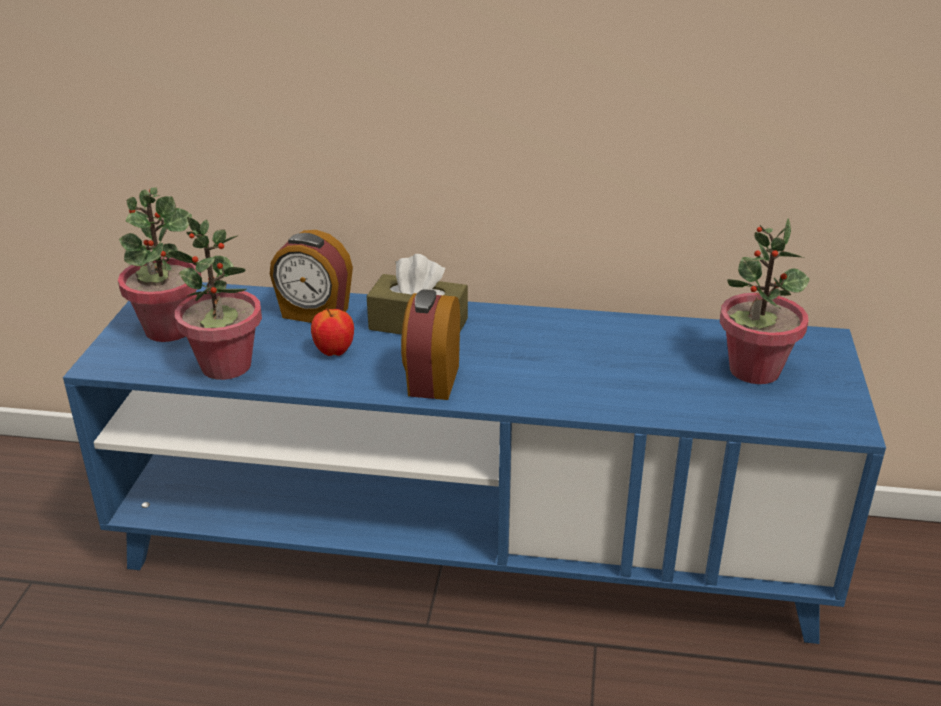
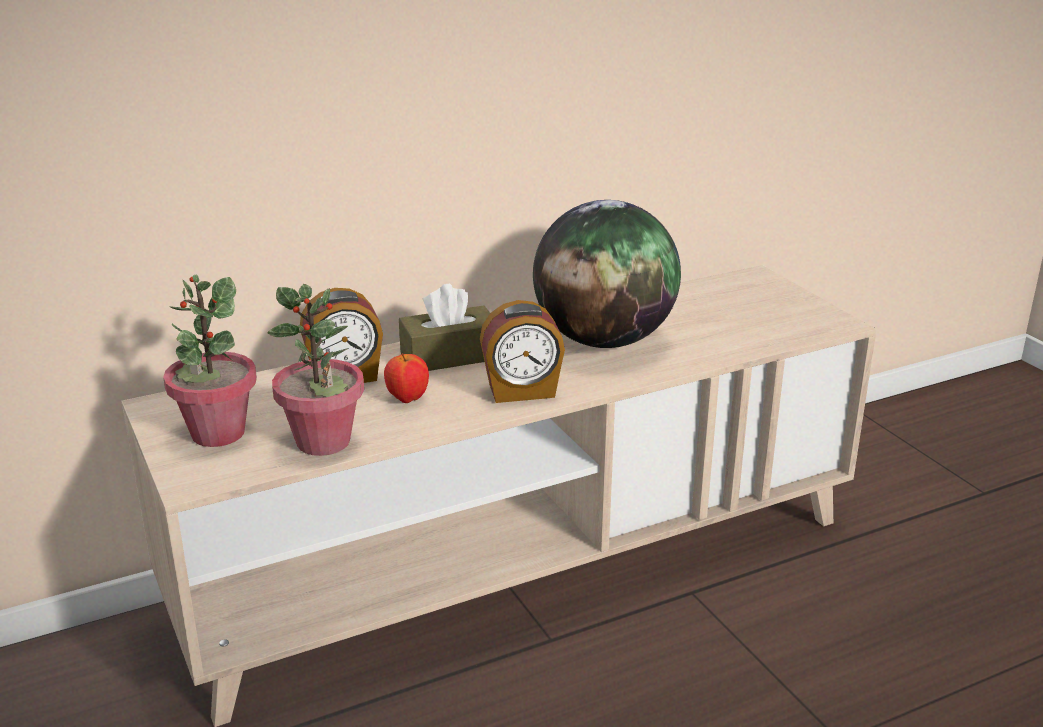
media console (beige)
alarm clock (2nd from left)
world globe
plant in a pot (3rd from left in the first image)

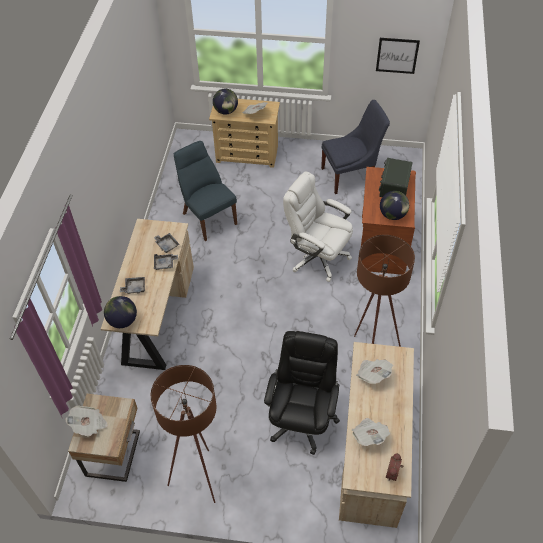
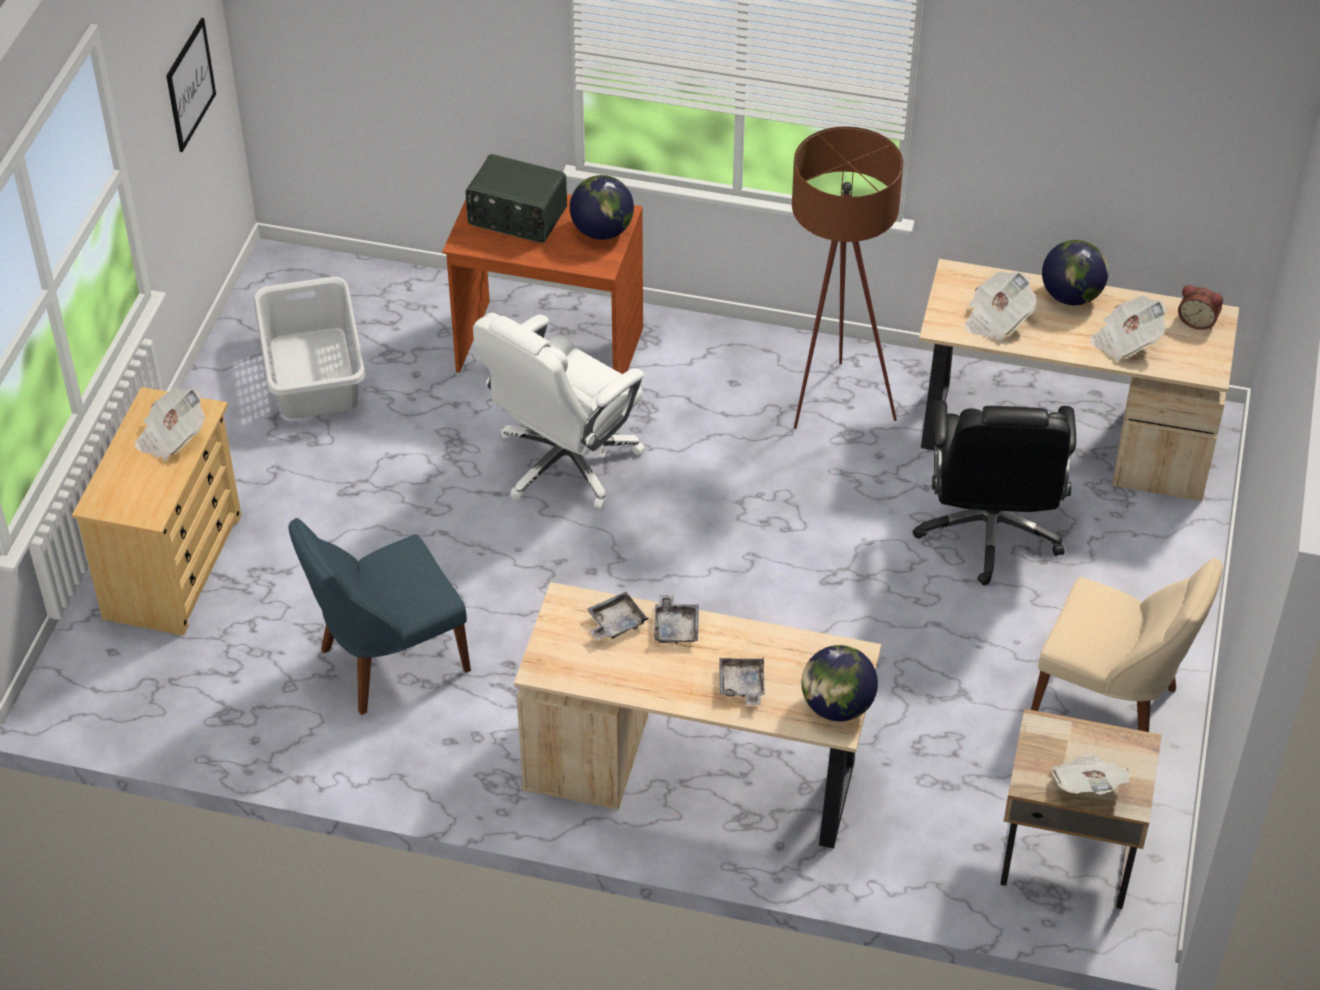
laundry basket (greyish)
office chair (blackish)
upright chair (beige)
world globe (3rd from left)

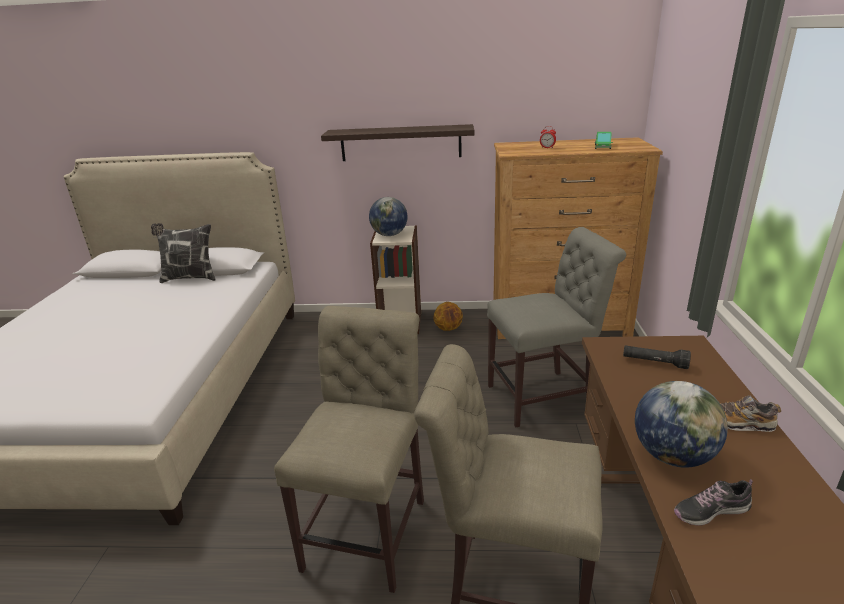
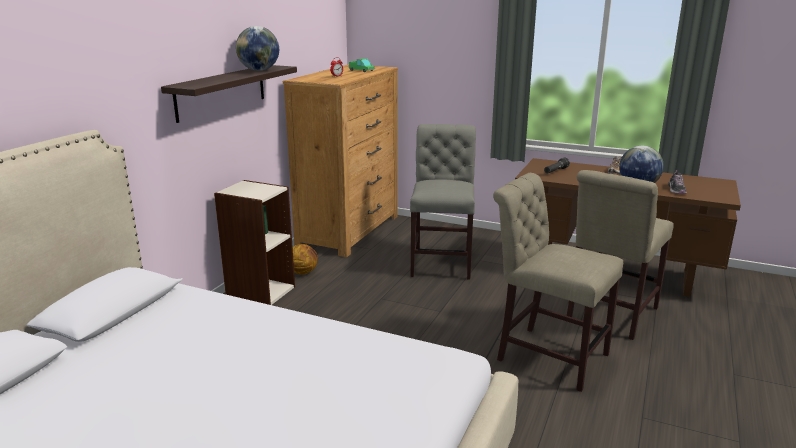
world globe (1st from left)
pillow

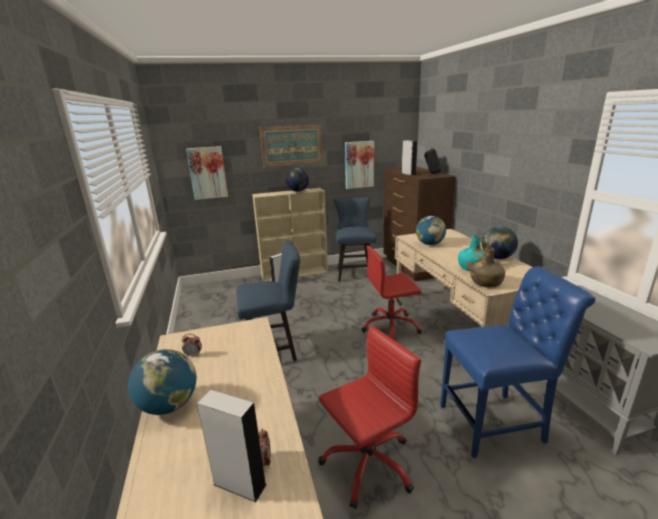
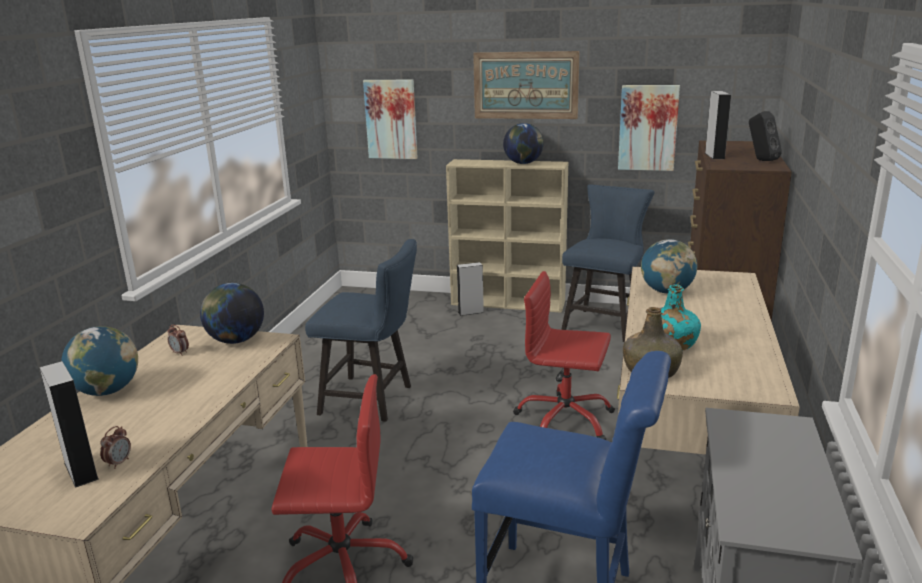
world globe (2nd from left)

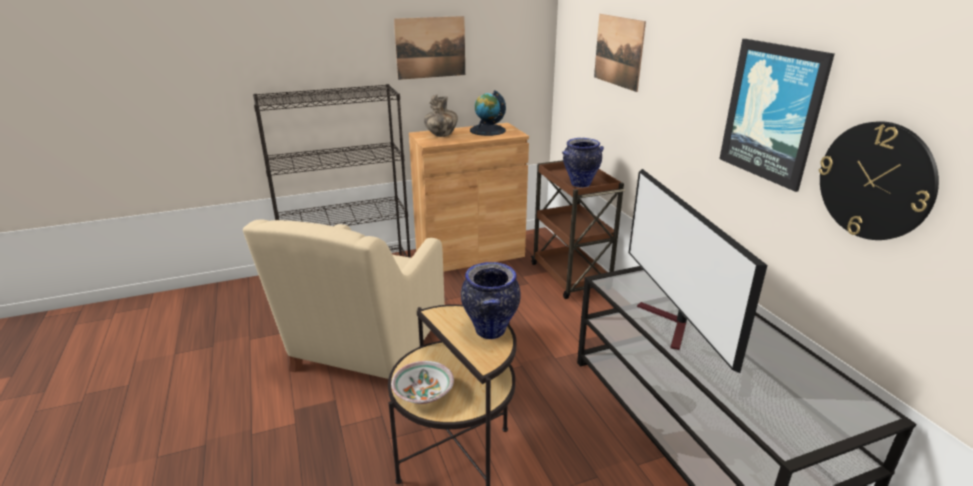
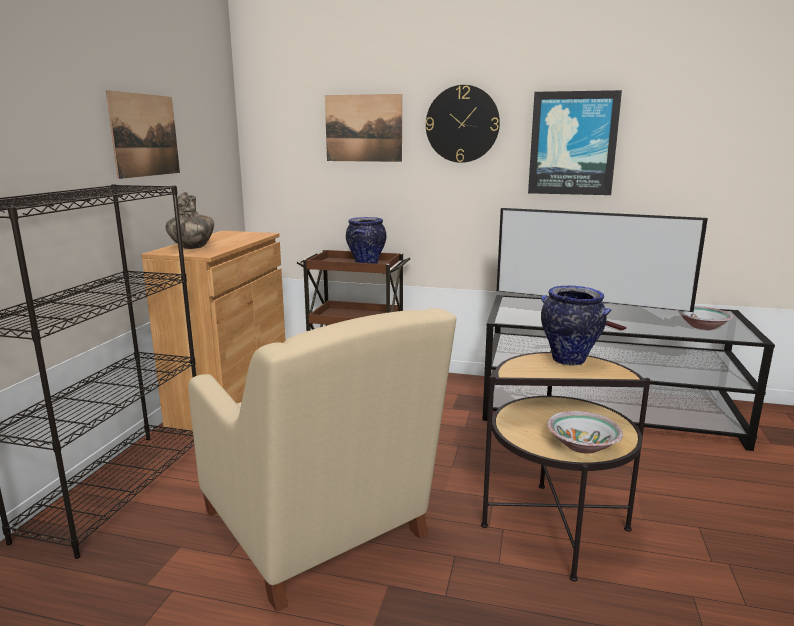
clock on the wall
serving bowl (2nd from left)
world globe

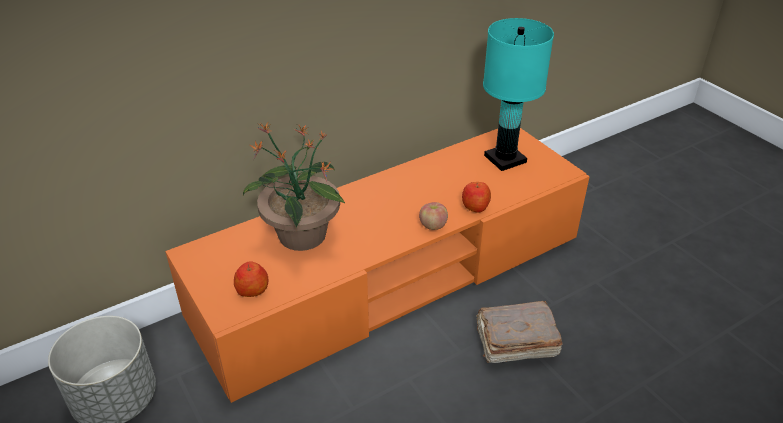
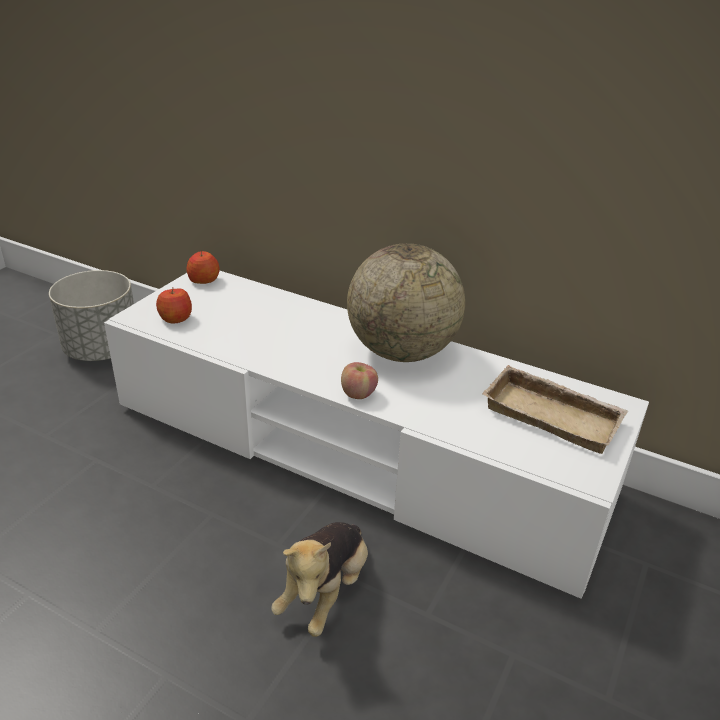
media console (whitish)
whole apple (2nd from left)
plush toy
world globe
carrying tray (beige)
plant in a pot

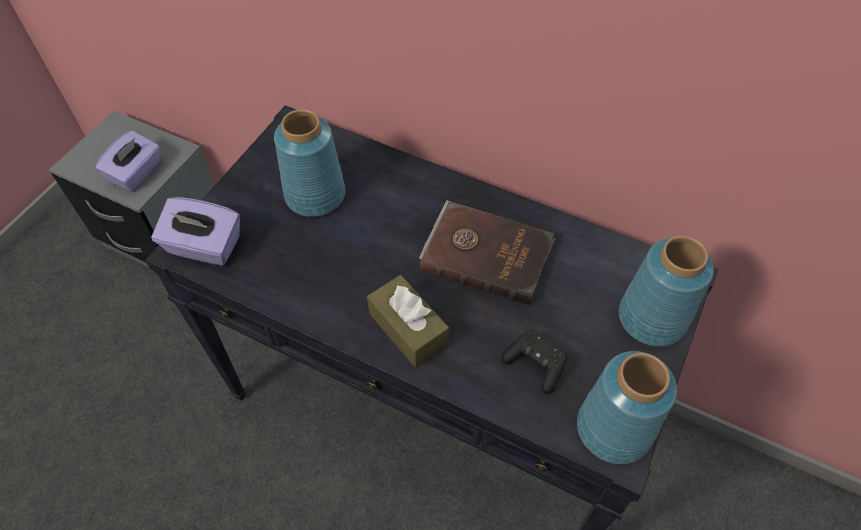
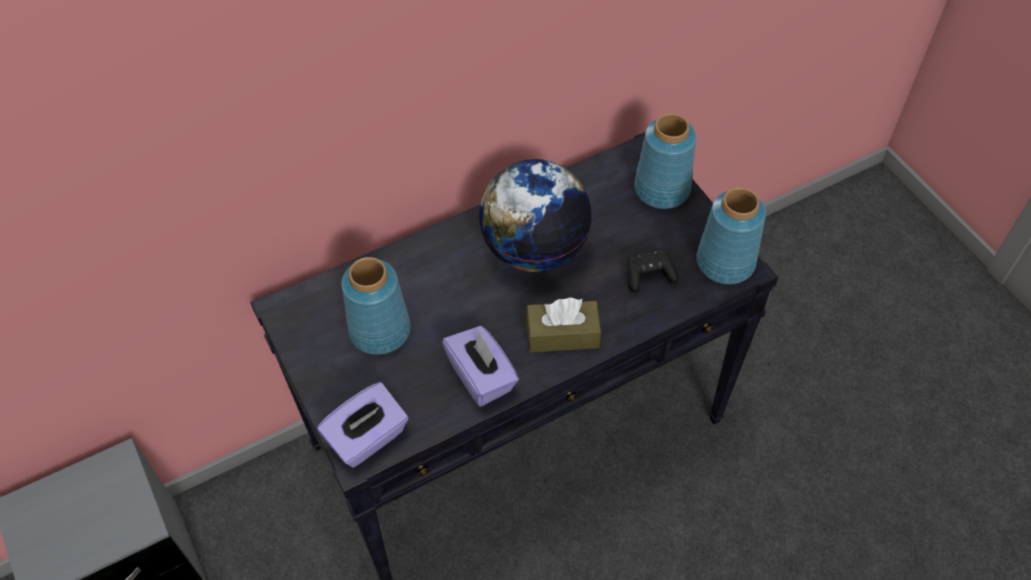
box of tissues (purplish) (2nd from left)
world globe

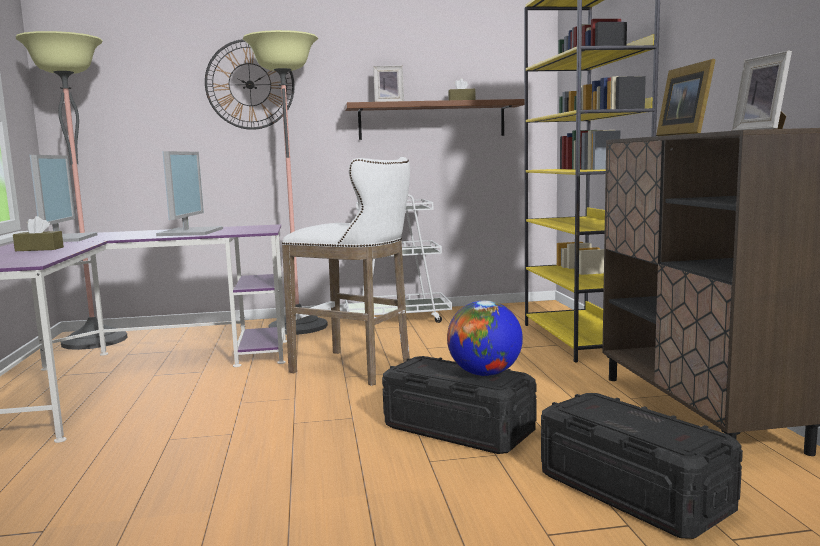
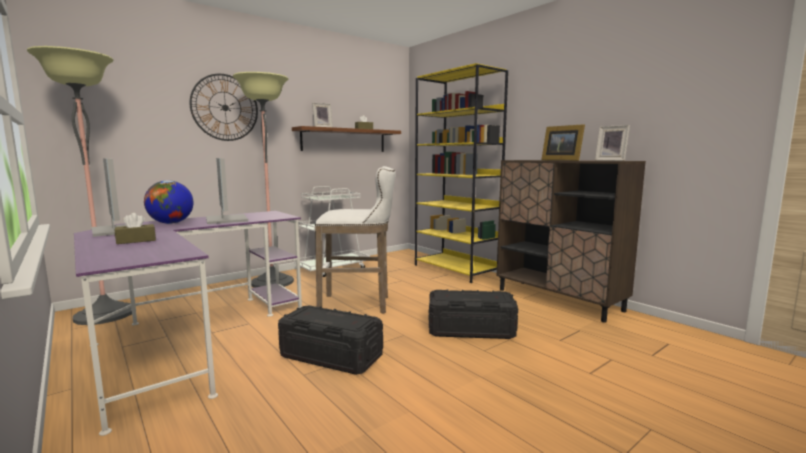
world globe
storage box (blackish) (1st from left)

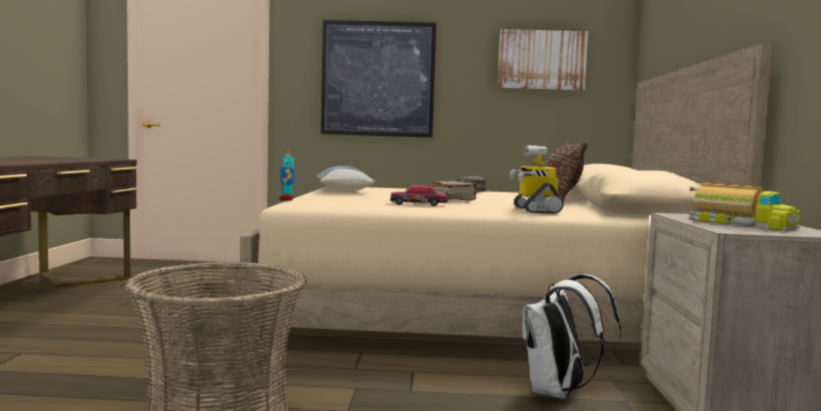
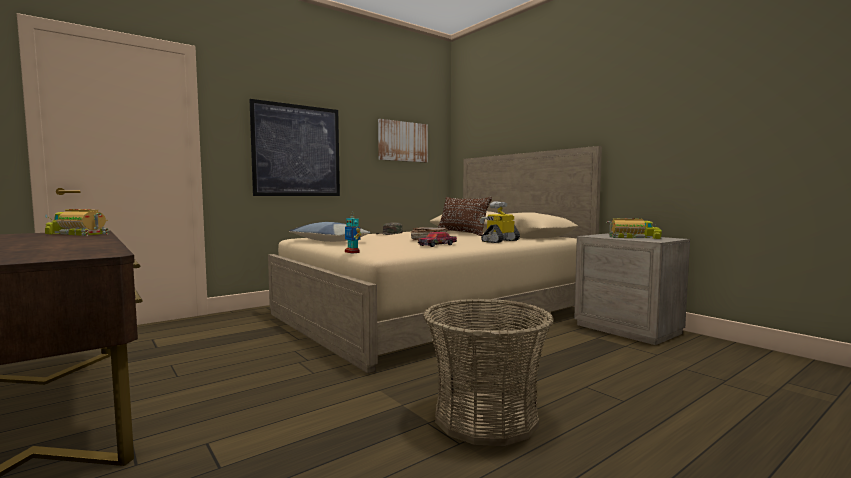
model truck (1st from left)
toy robot (2nd from left)
knapsack (whitish)

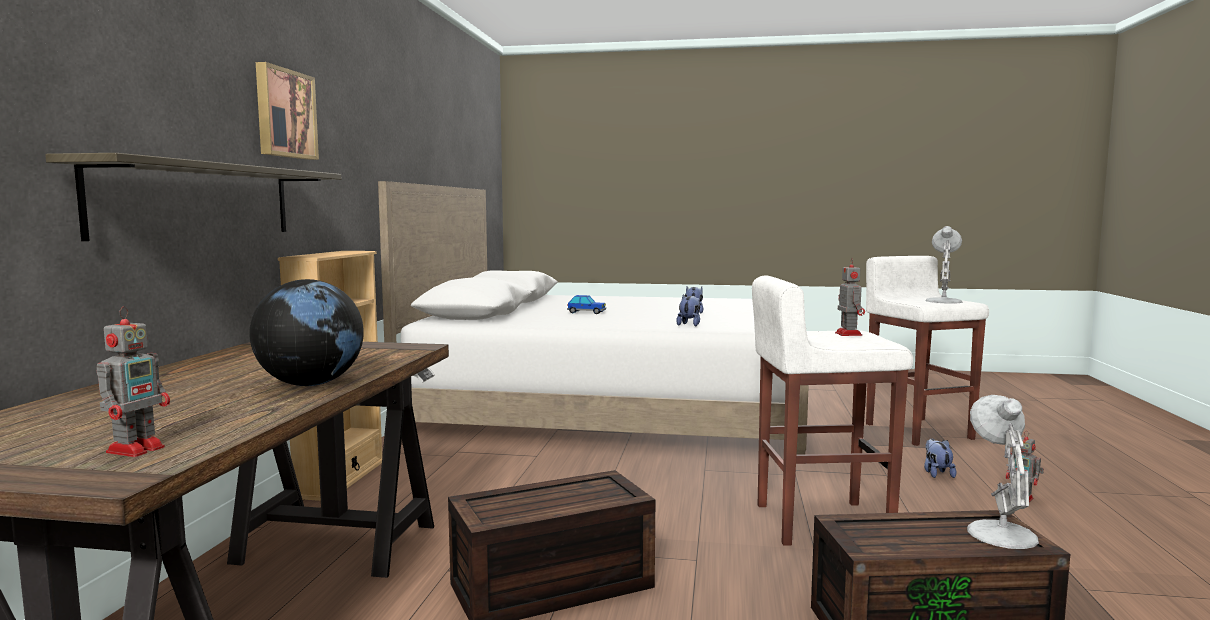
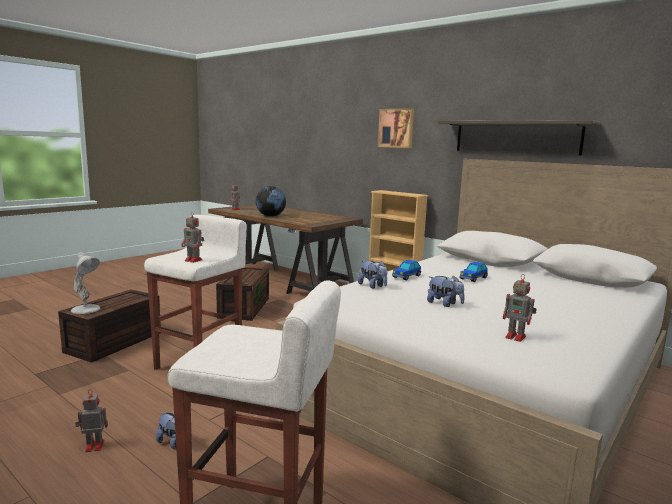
miniature car (1st from left)
shelf
toy robot (4th from left)
lamp for a table (whitish) (1st from left in the first image)

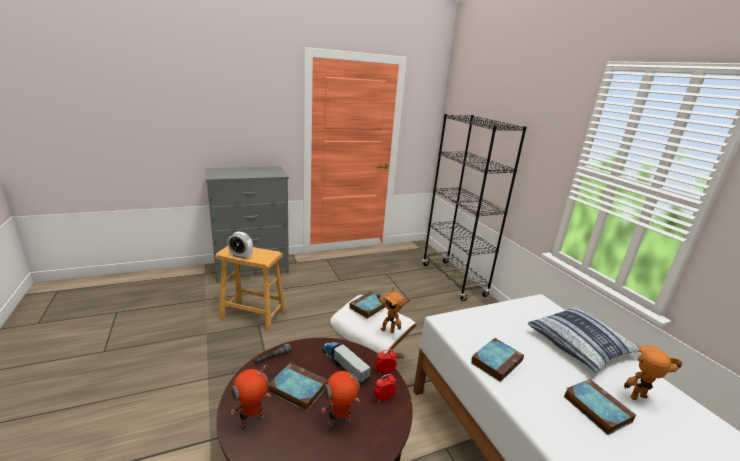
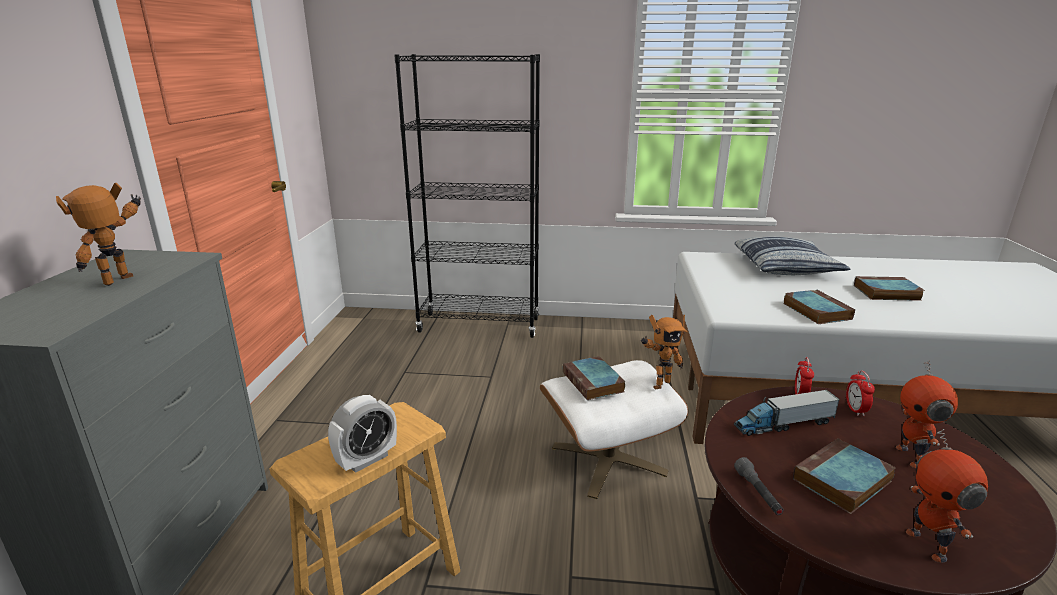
toy robot (1st from left)

